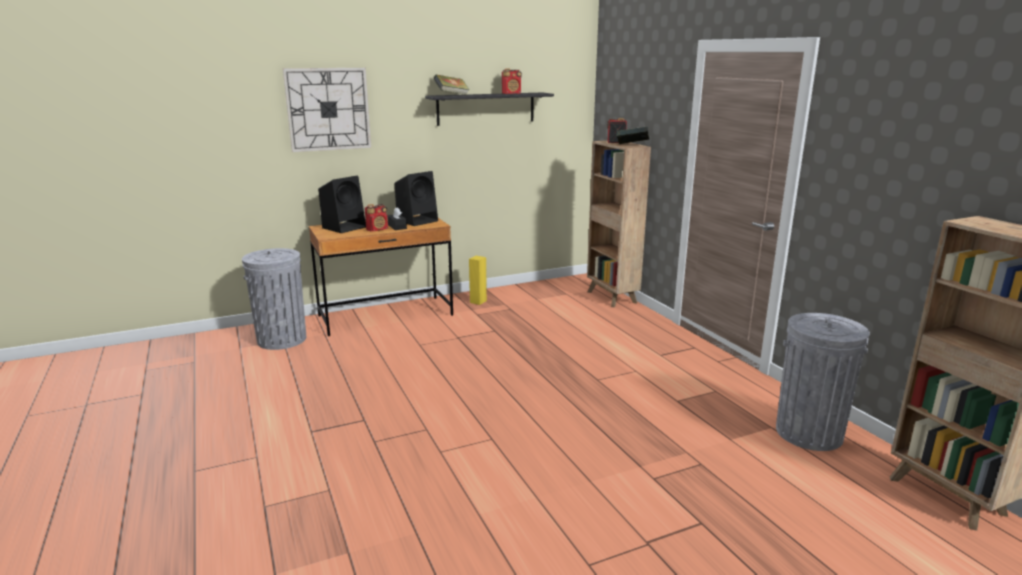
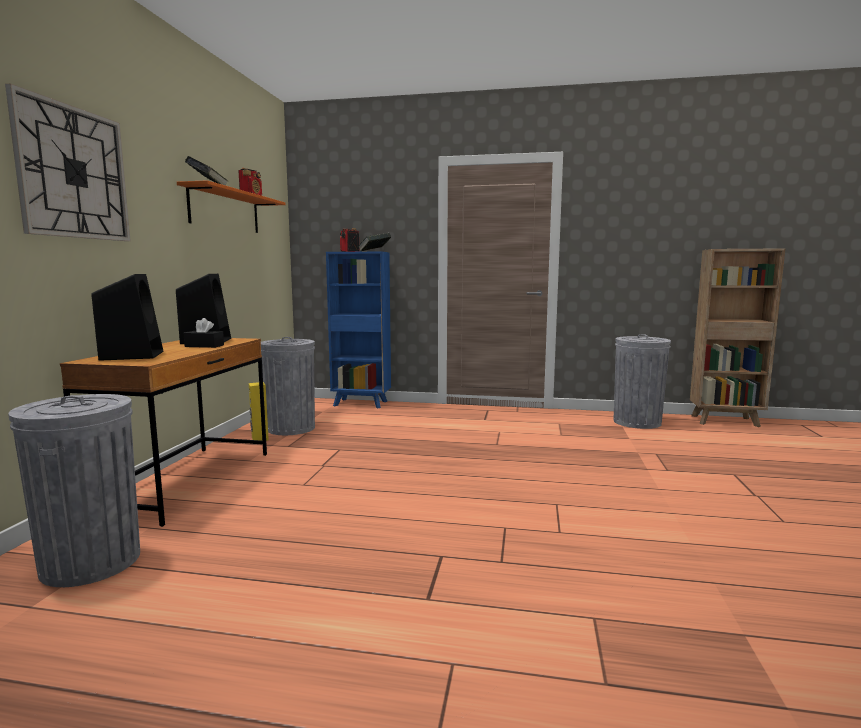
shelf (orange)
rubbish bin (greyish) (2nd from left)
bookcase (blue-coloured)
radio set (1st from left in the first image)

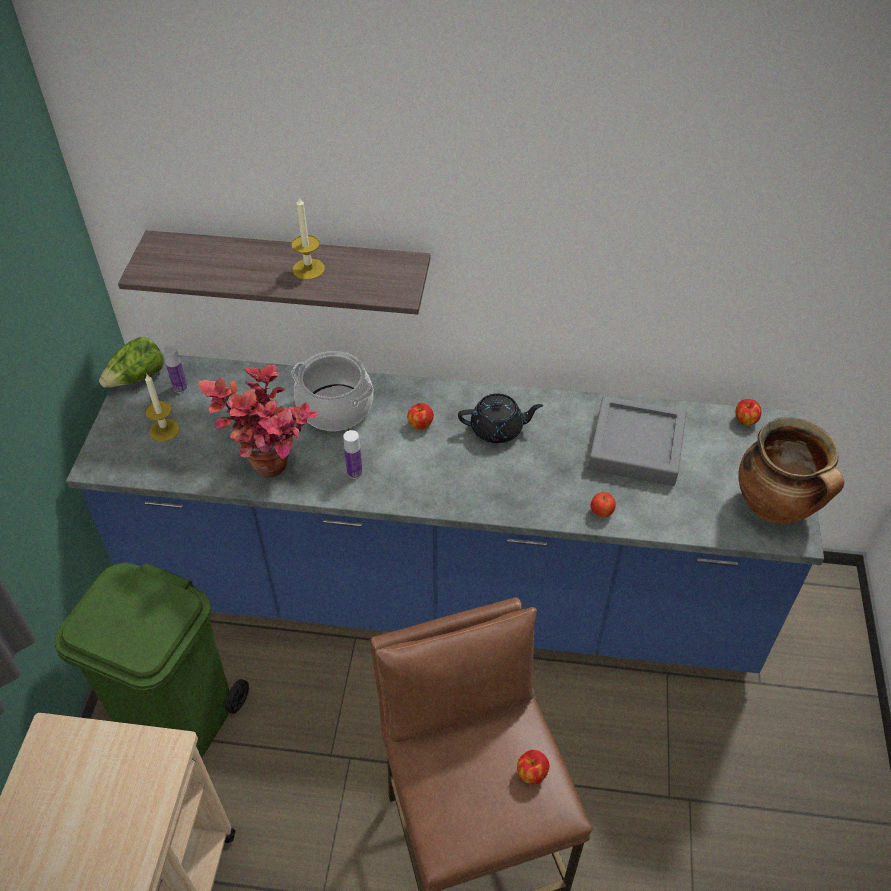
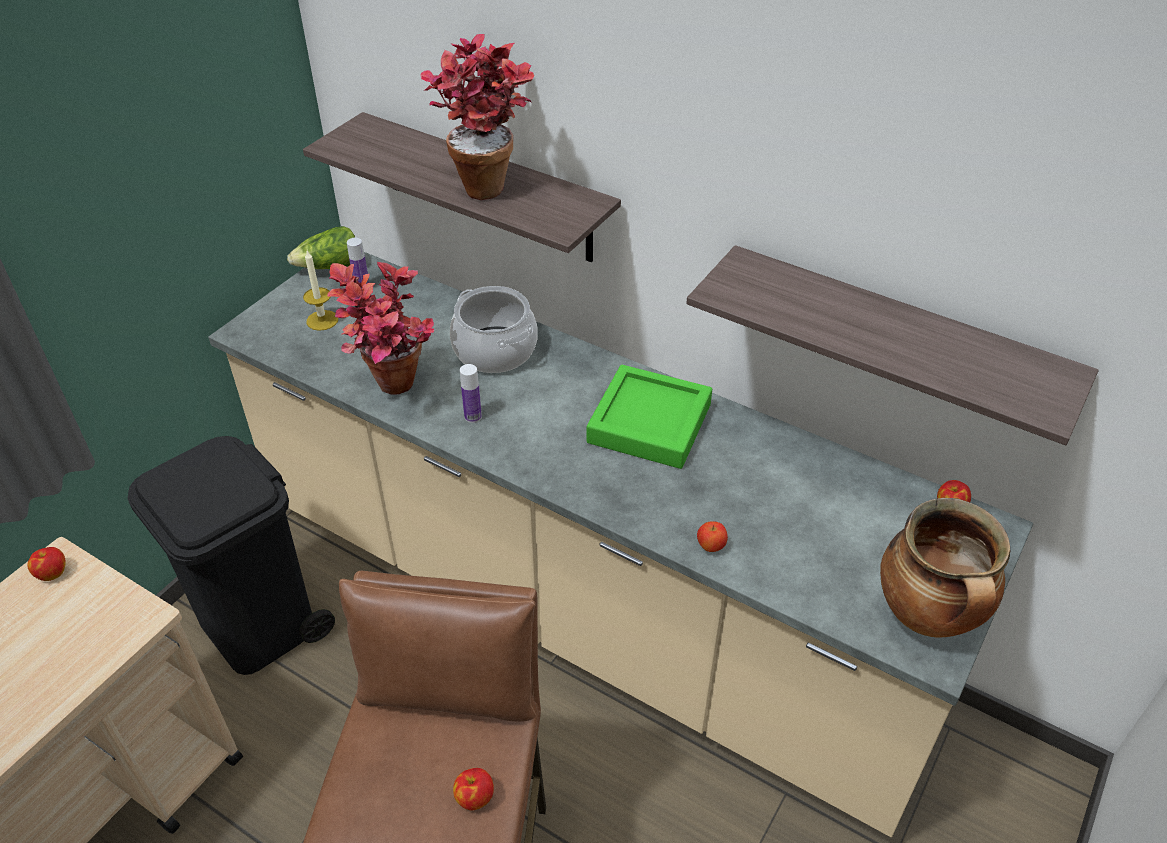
whole apple (1st from left)
rubbish bin (blackish)
kitchen counter (beige)
plant in a pot (2nd from left)
carrying tray (green-coloured)
shelf (2nd from left)
carrying tray (greyish)

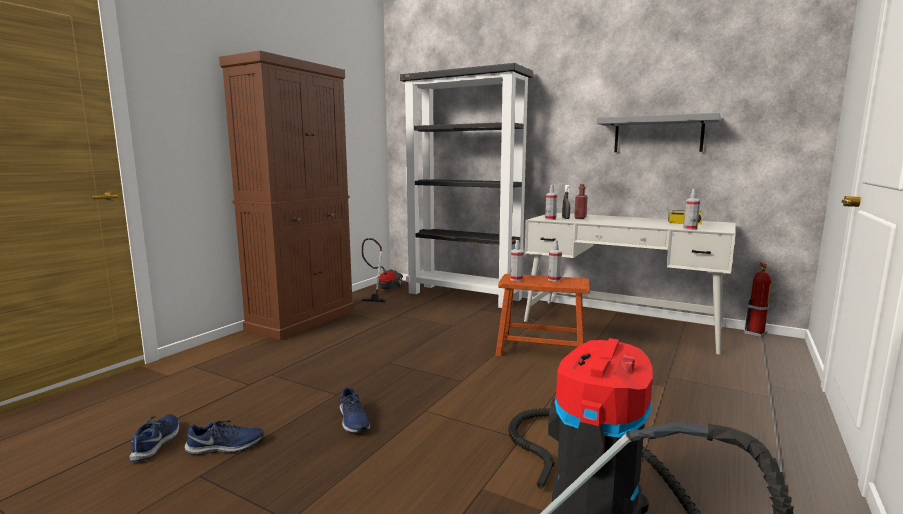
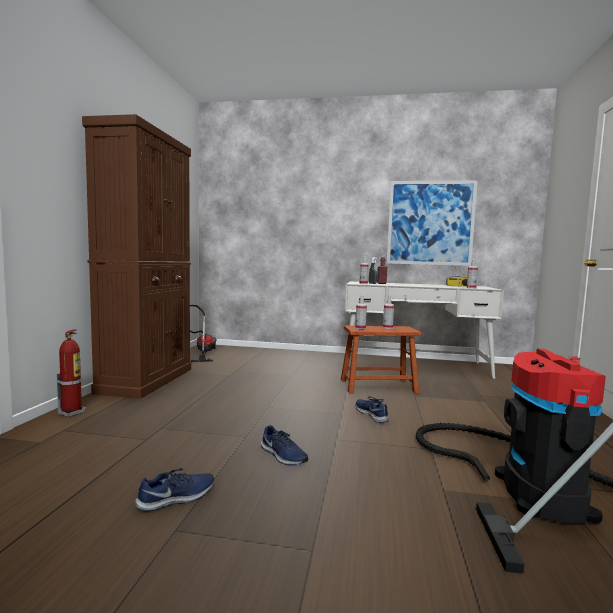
fire-fighting cylinder
shoe (blue-coloured) (3rd from left)
picture
bookcase (blackish)

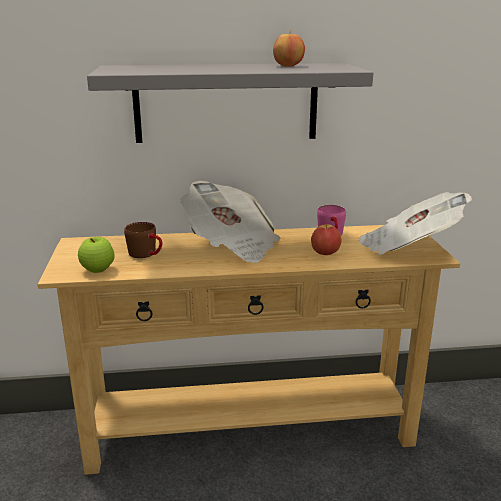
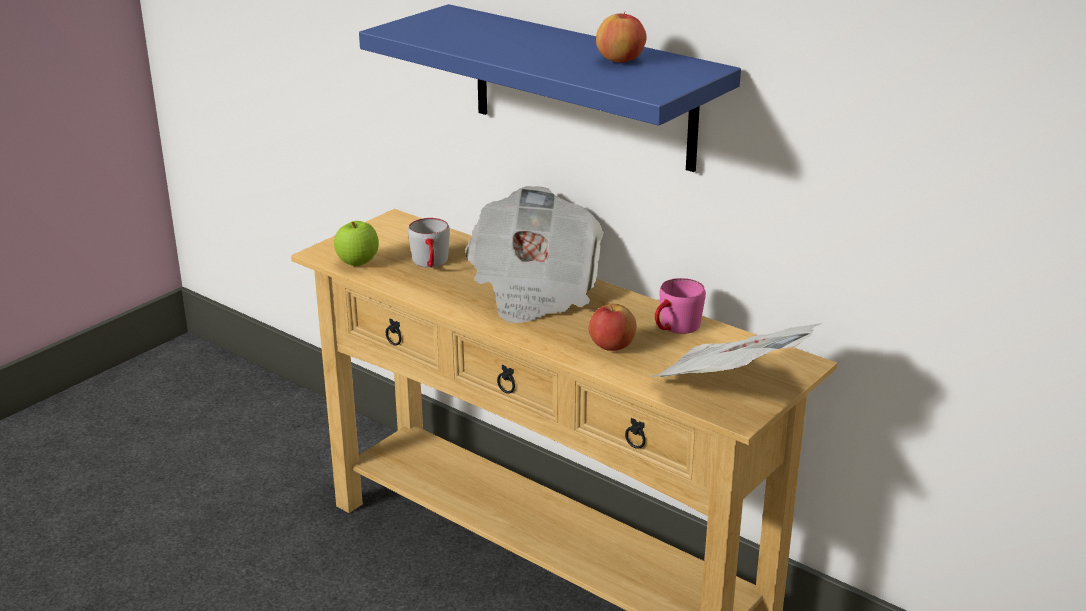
shelf (blue-coloured)
tea mug (greyish)

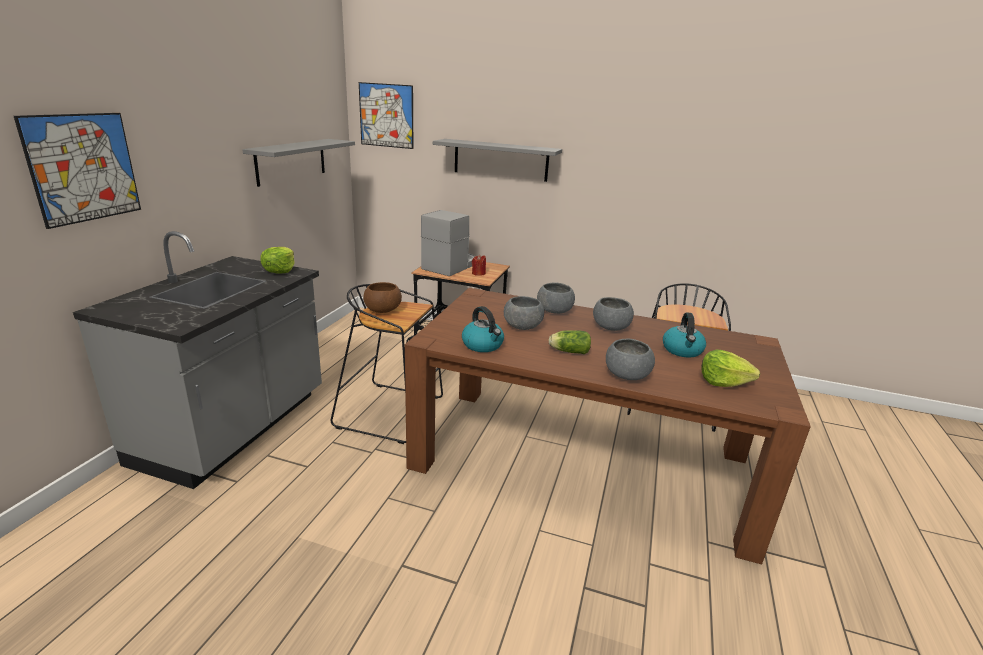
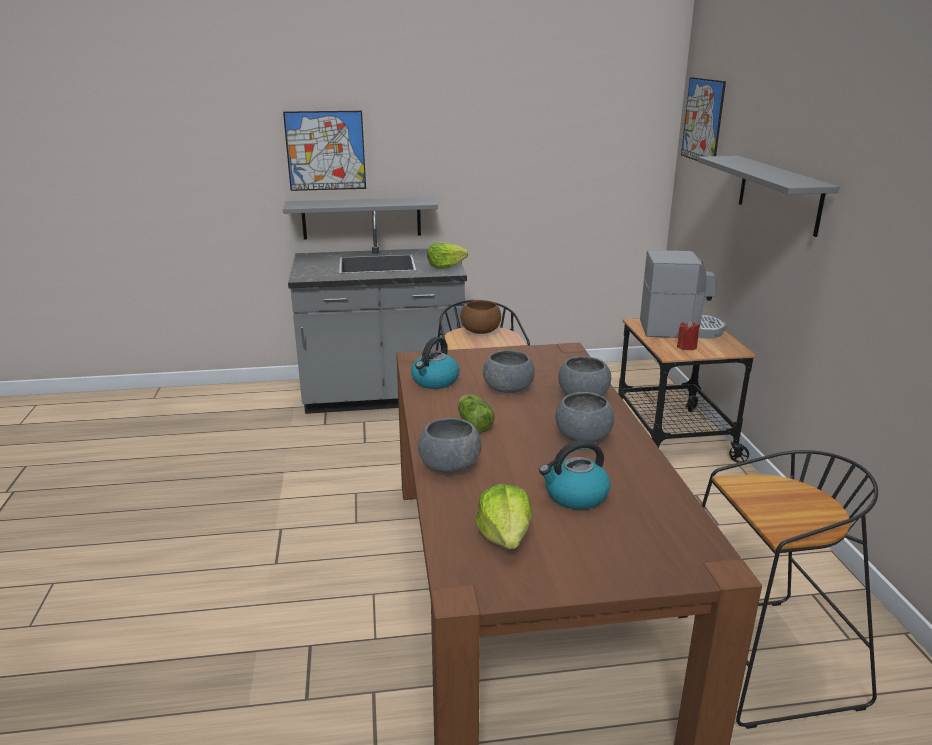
shelf (greyish) (1st from left)

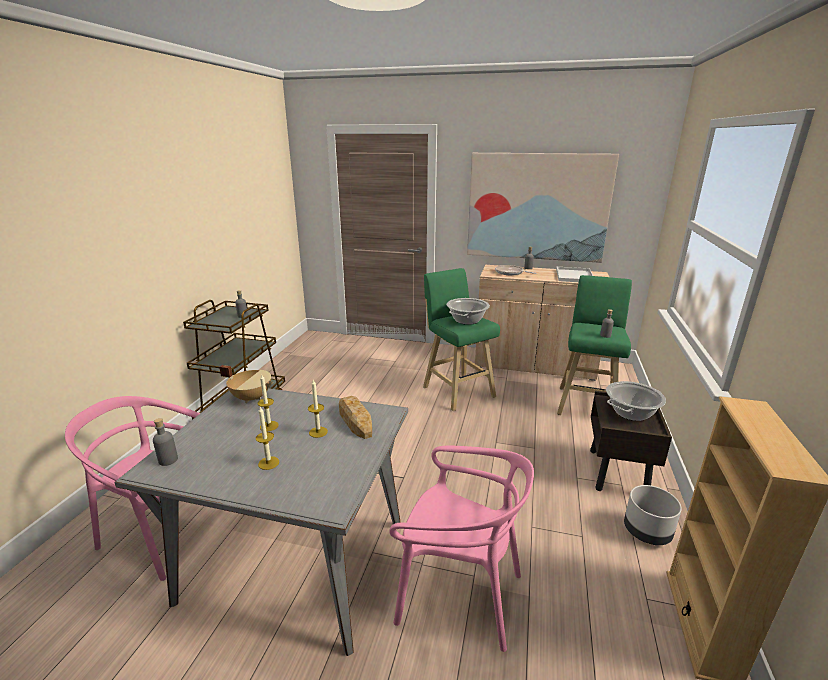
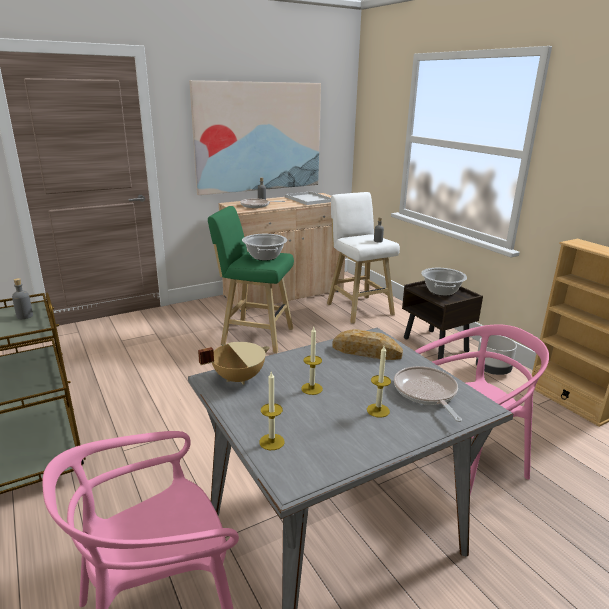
wax light (1st from left)
stool seat (whitish)
skillet (2nd from left)
beverage bottle (greyish) (1st from left in the first image)

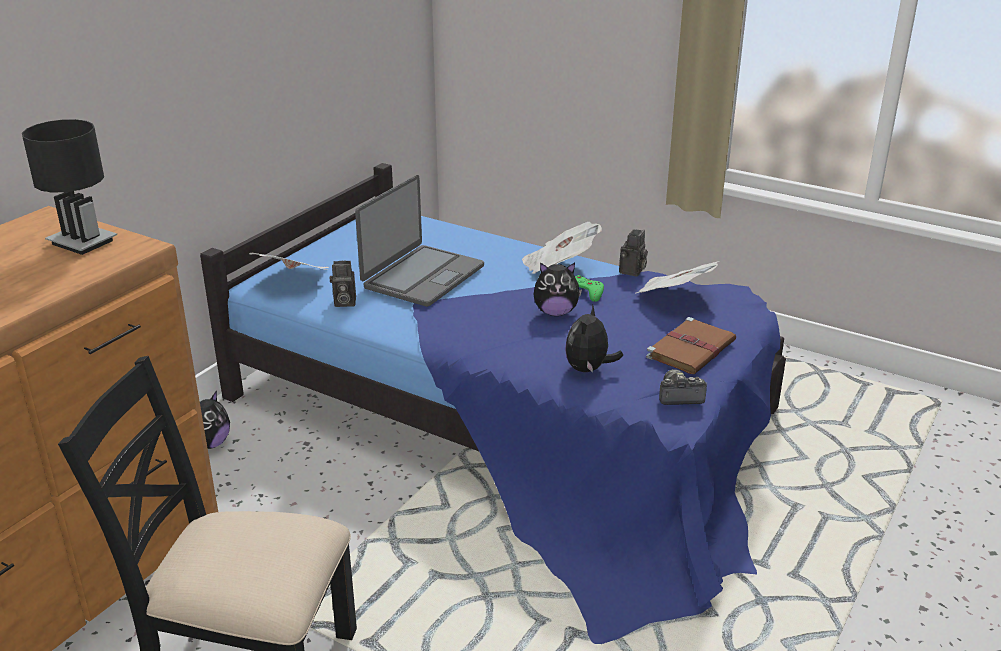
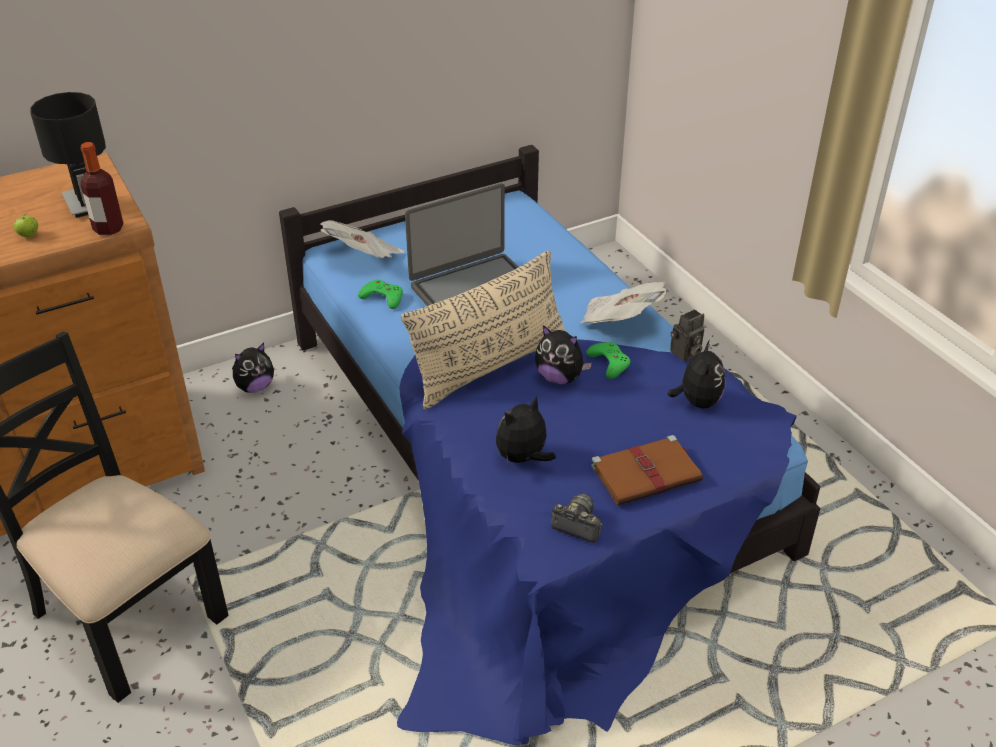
whole apple
beverage bottle
joypad (green-coloured) (1st from left)
pillow (beige)
plush toy (4th from left)

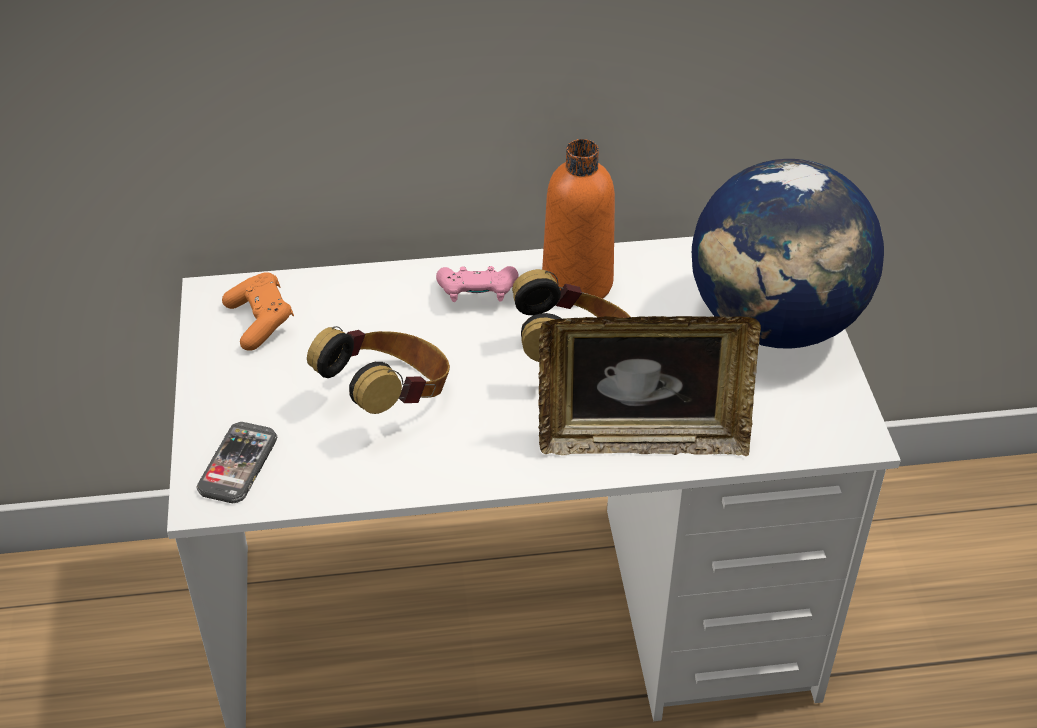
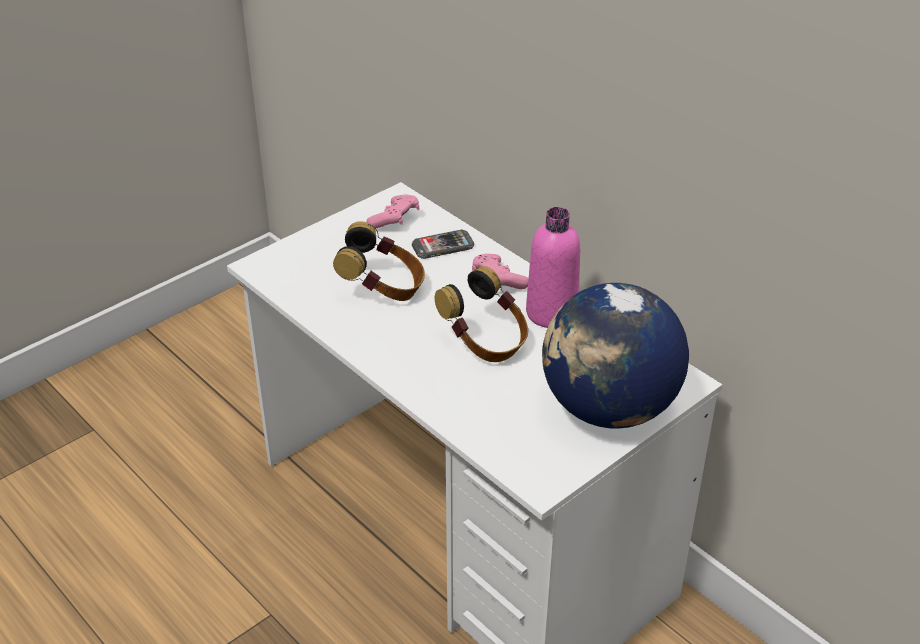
joypad (pinkish) (1st from left)
telephone
beverage bottle (pinkish)
photo frame

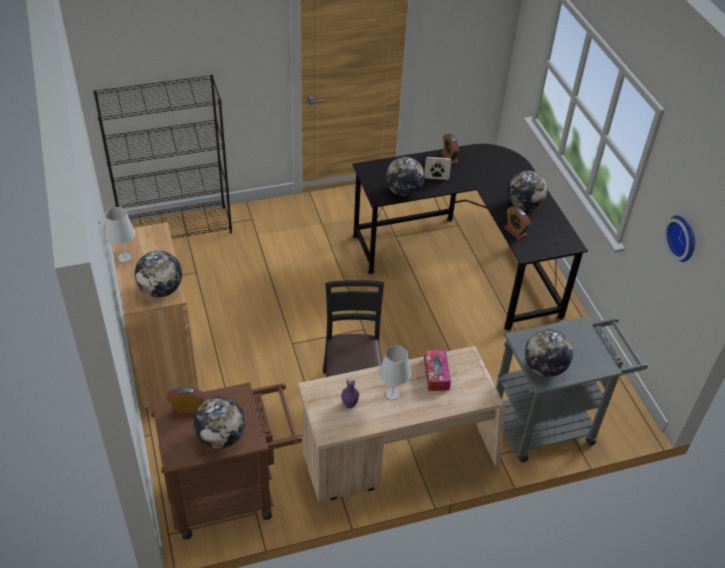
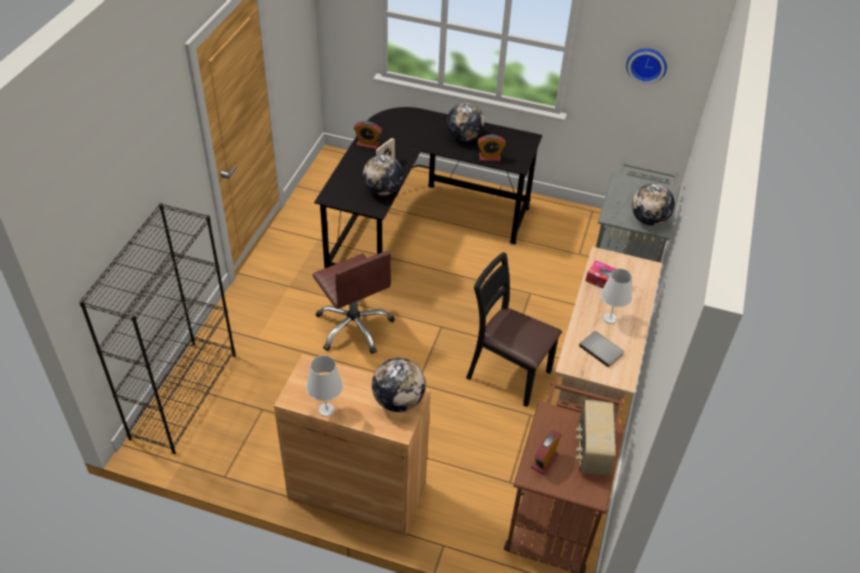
office chair (brown)
radio set
book (greyish)

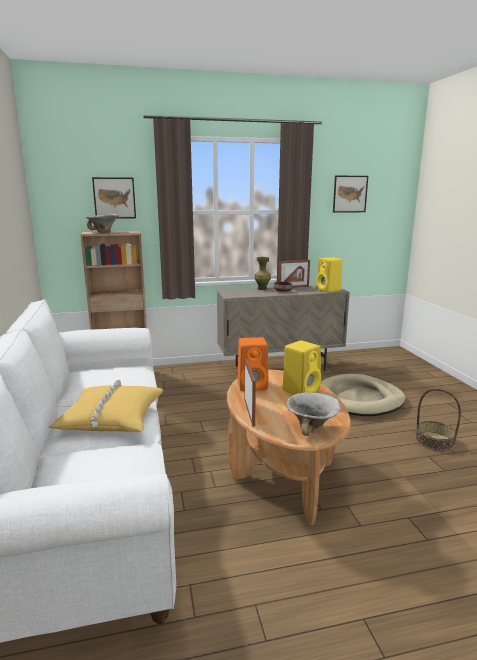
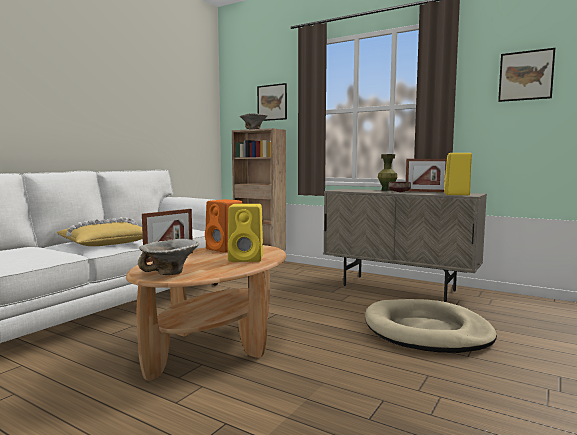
household basket

